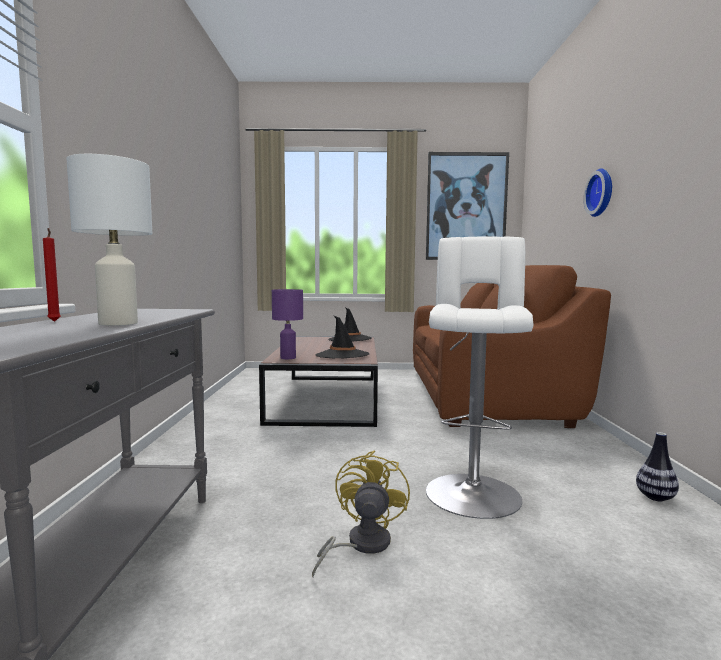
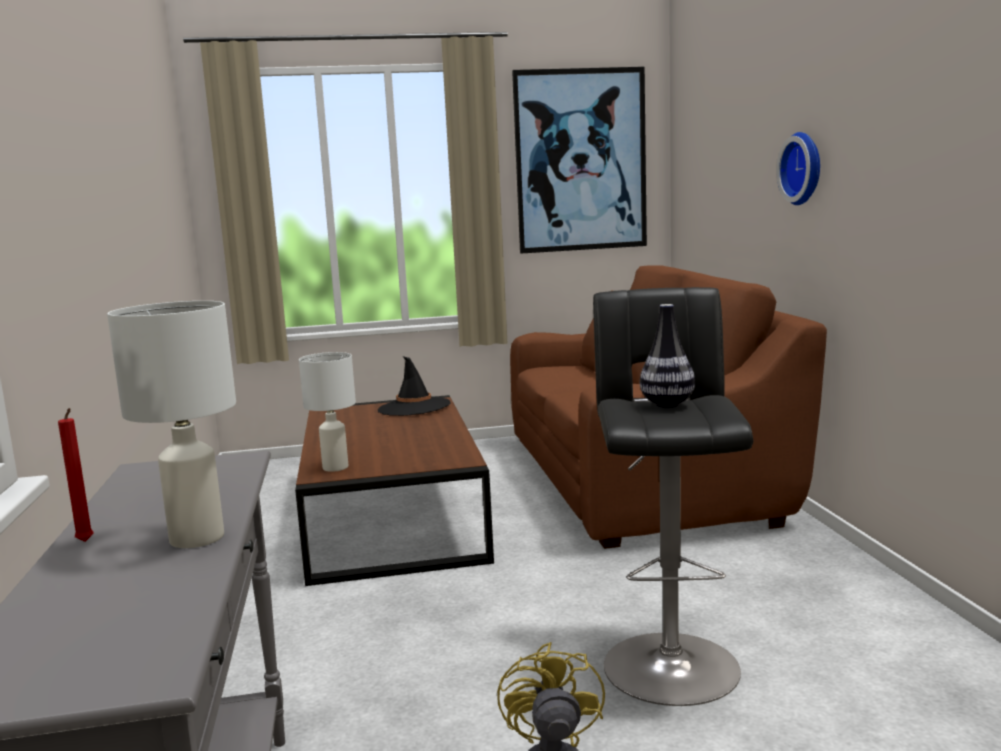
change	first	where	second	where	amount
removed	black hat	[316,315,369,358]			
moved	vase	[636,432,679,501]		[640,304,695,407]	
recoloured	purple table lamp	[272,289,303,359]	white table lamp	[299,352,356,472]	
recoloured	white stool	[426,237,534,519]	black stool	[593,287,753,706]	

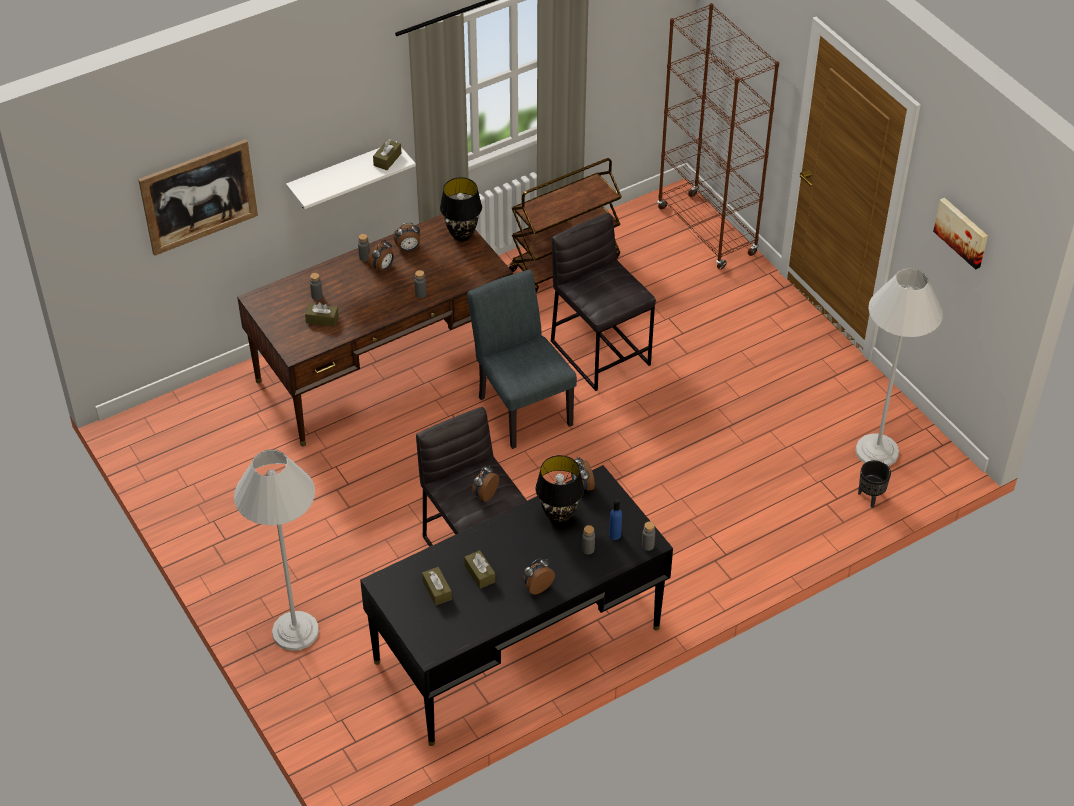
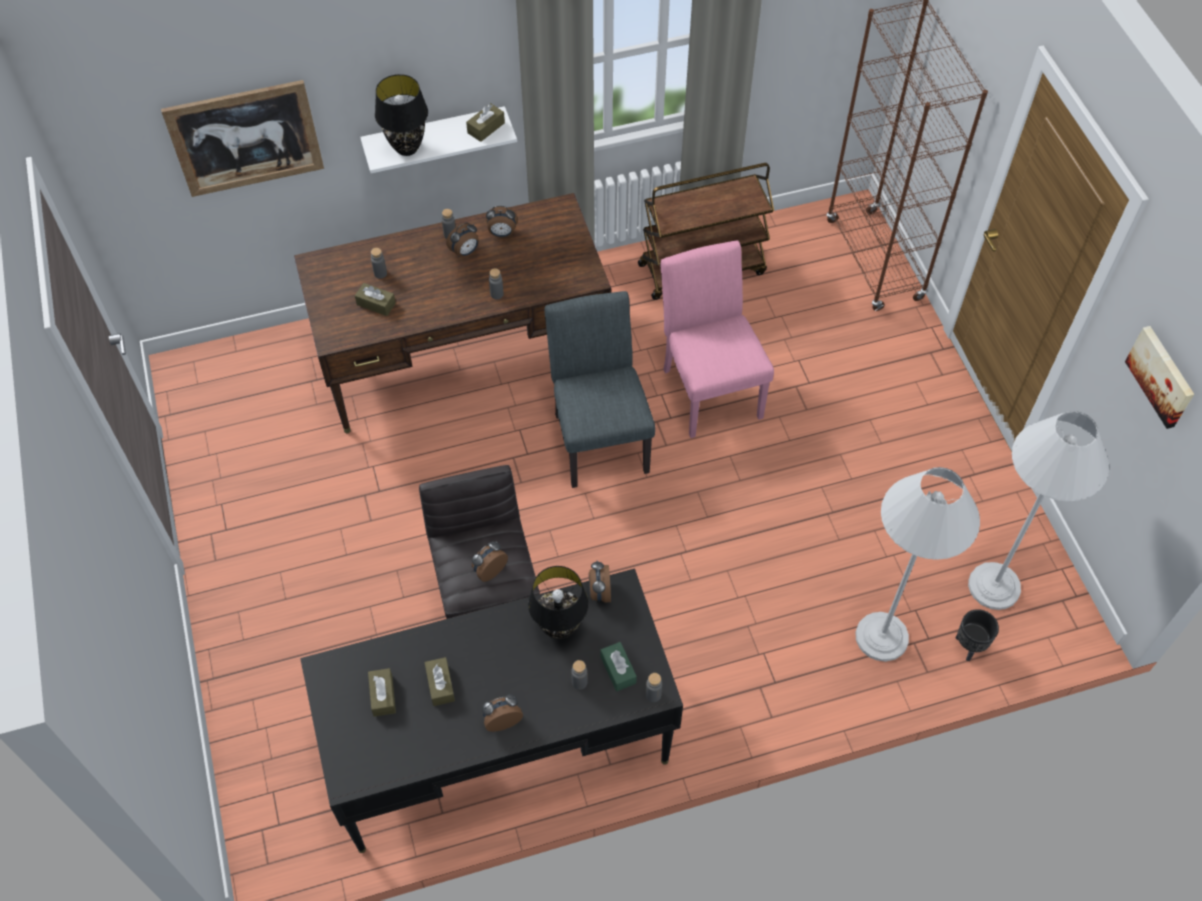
change	first	where	second	where	amount
moved	white floor lamp	[234,449,319,651]		[855,467,980,662]	
moved	black table lamp	[440,177,482,241]		[375,74,428,156]	
replaced	grey stool	[551,213,656,391]	pink chair	[661,240,774,438]	
replaced	blue bottle	[609,499,622,540]	green tissue box	[600,642,637,691]	

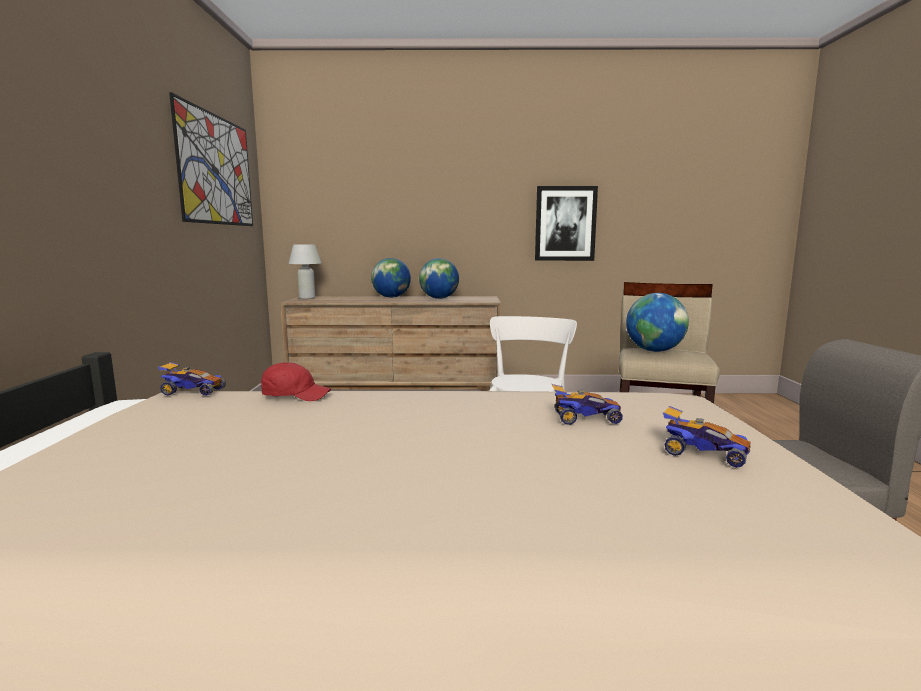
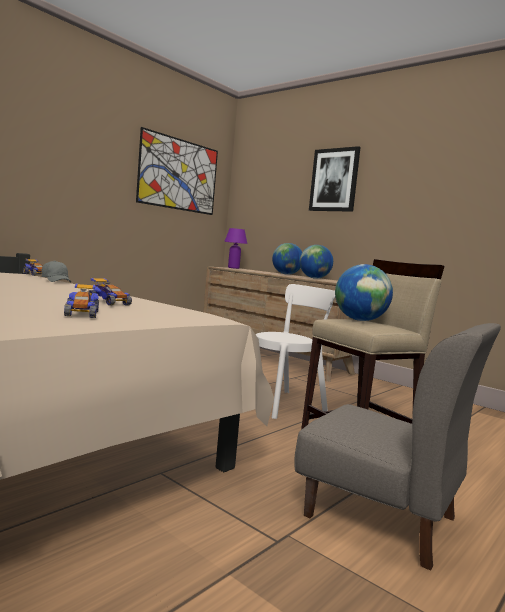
change	first	where	second	where	amount
moved	picture	[535,186,598,261]		[309,146,361,212]	
recoloured	red cap	[261,362,331,401]	grey cap	[42,261,71,283]	
recoloured	white table lamp	[288,244,321,299]	purple table lamp	[224,228,247,269]	

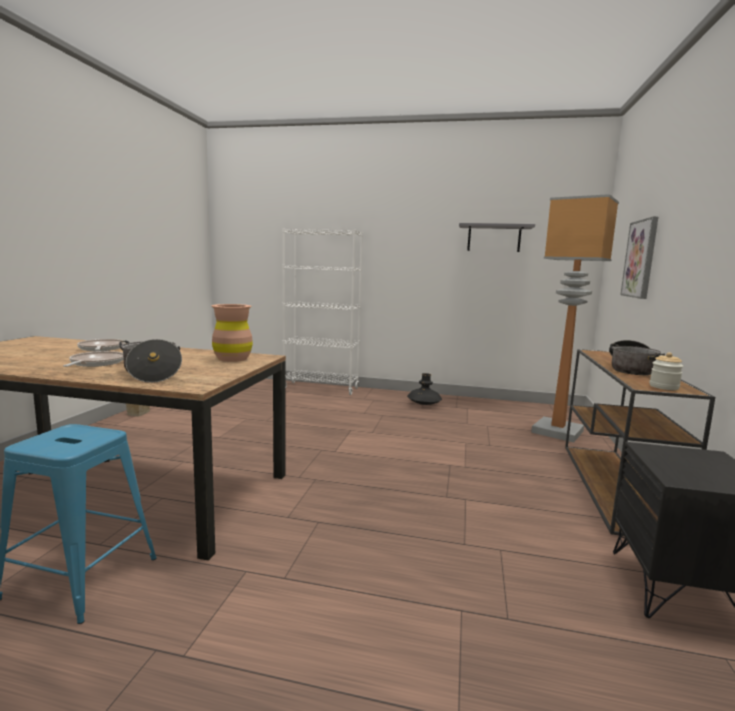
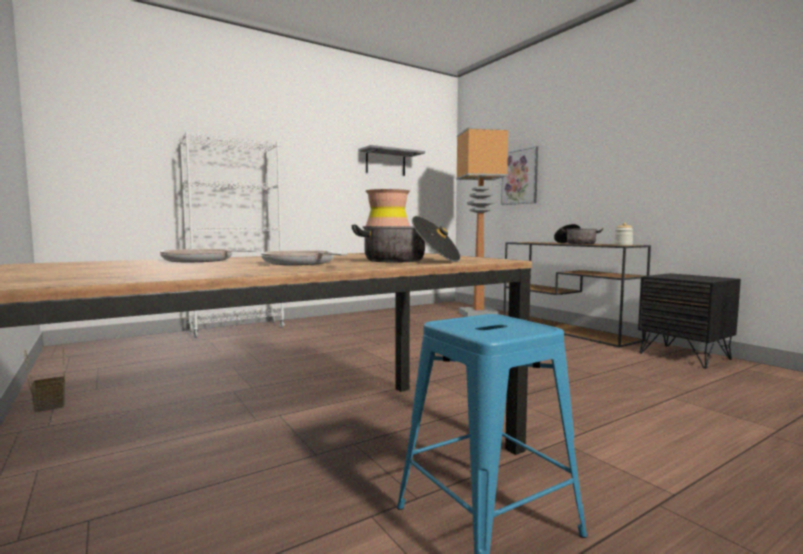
change	first	where	second	where	amount
removed	black vase	[407,373,442,405]			

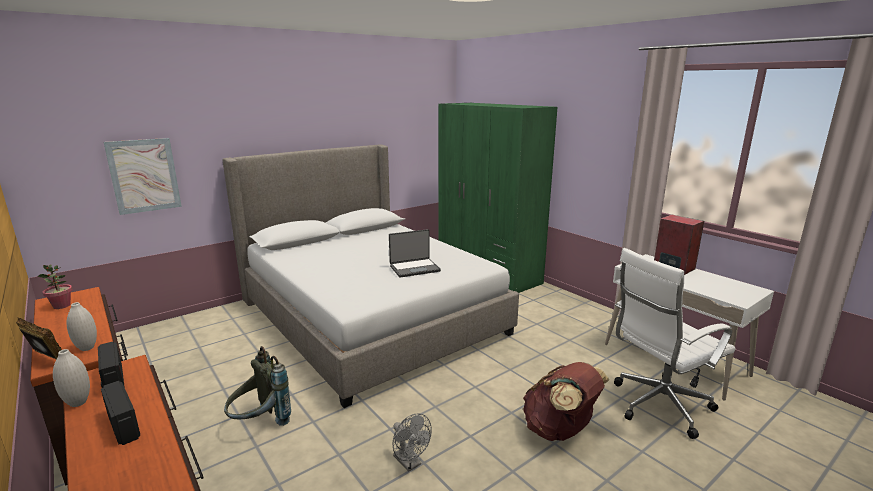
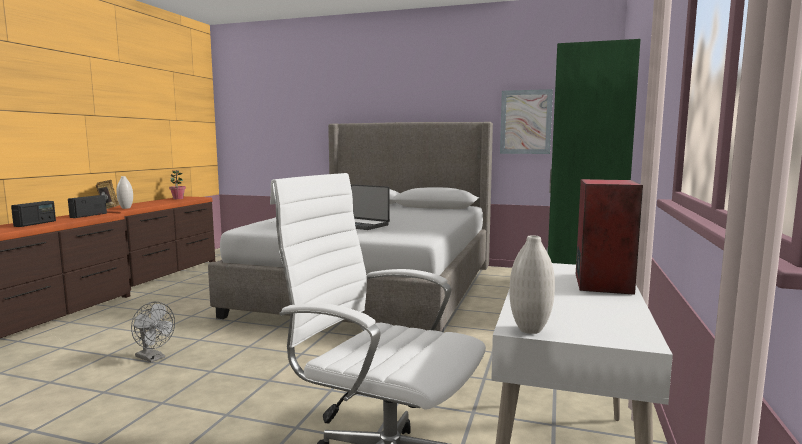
change	first	where	second	where	amount
removed	grey backpack	[224,346,291,426]			
removed	brown backpack	[523,362,609,441]			
moved	white vase	[53,349,90,407]		[509,235,555,334]	
moved	picture	[103,138,182,215]		[500,89,553,154]	
turned	grey fan	[392,413,432,472]		[131,302,175,363]	75 degrees counterclockwise

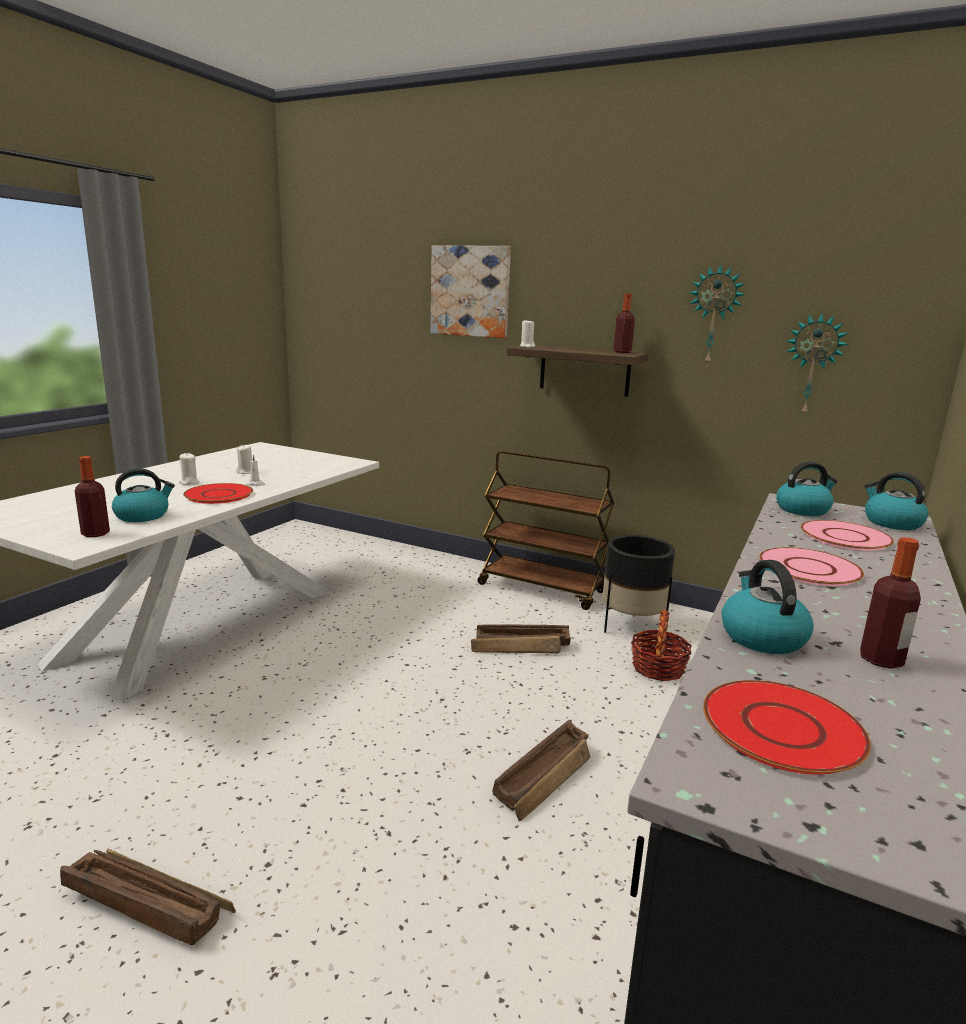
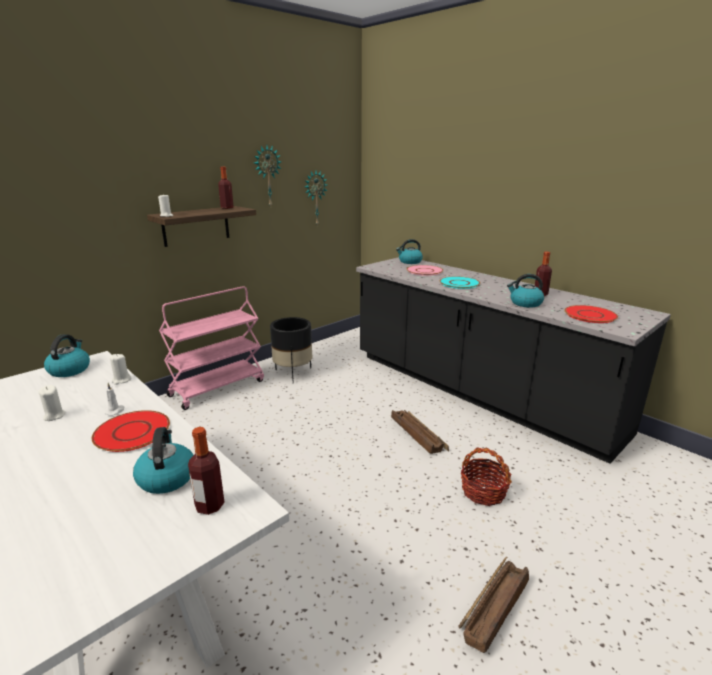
change	first	where	second	where	amount
removed	picture	[431,245,511,338]			
removed	crate	[471,624,571,654]			
moved	white candle	[179,453,199,485]		[110,354,132,385]	
moved	basket	[631,610,692,681]		[461,447,512,506]	
moved	kettle	[776,461,838,516]		[44,334,90,377]	
recoloured	brown cart	[478,451,614,610]	pink cart	[159,286,264,410]	
recoloured	pink plate	[759,547,864,586]	turquoise plate	[440,276,480,289]	

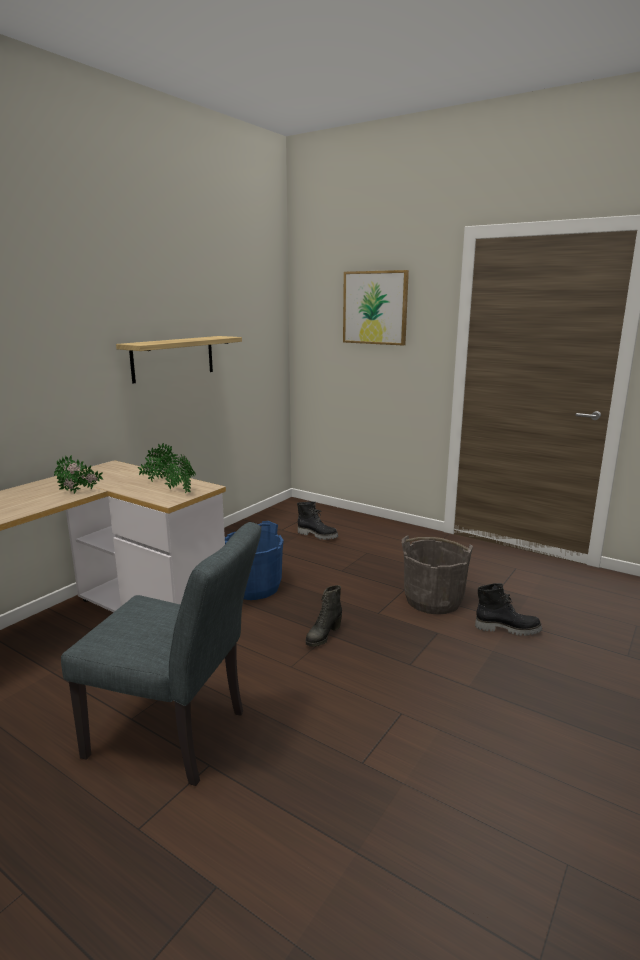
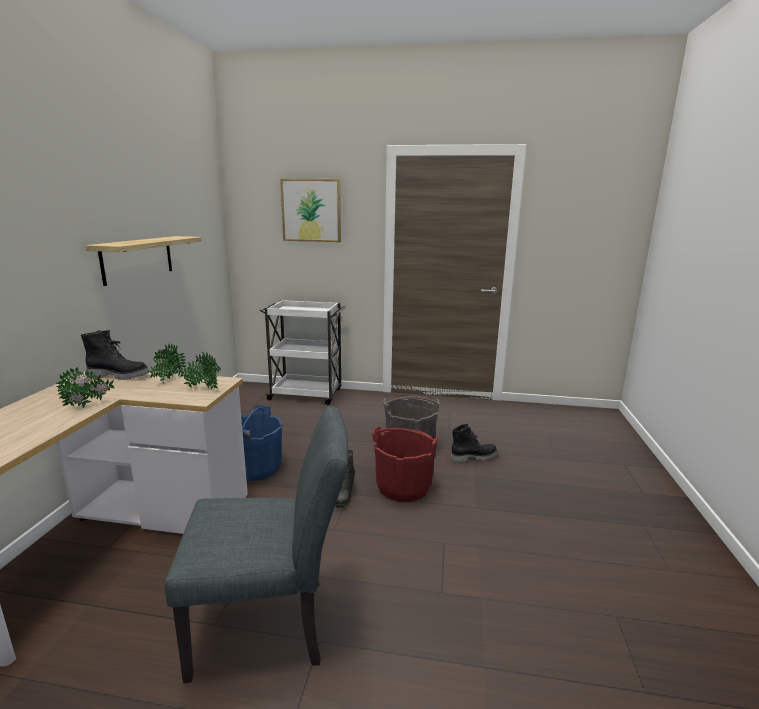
change	first	where	second	where	amount
added			white cart	[260,300,346,405]	
added			red bucket	[372,426,438,502]	
moved	black boot	[297,501,338,540]		[81,330,149,380]	

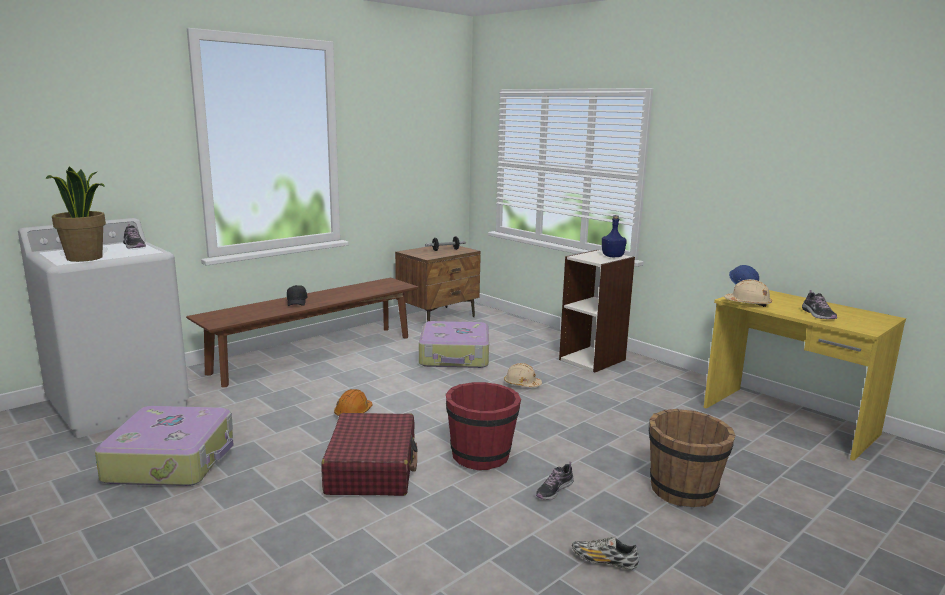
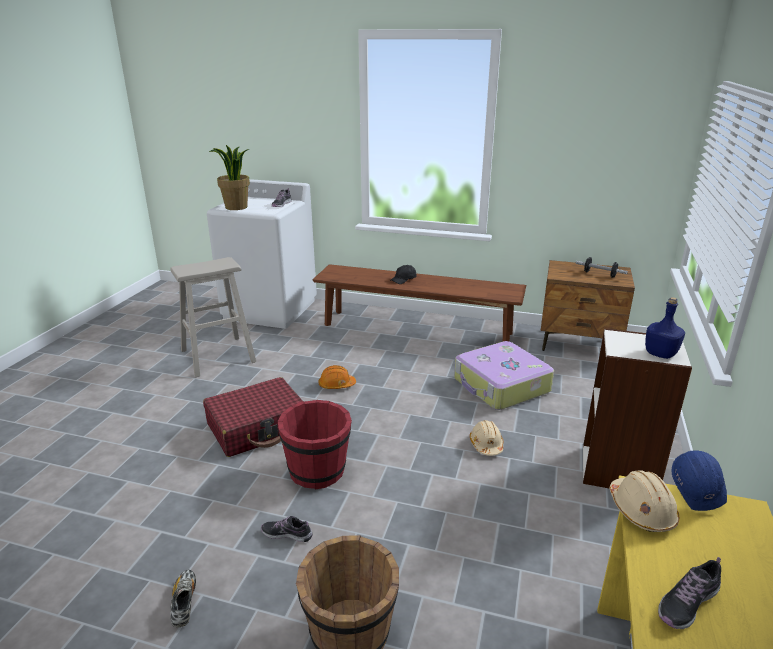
change	first	where	second	where	amount
replaced	suitcase	[95,406,234,486]	beige stool	[170,257,256,377]	

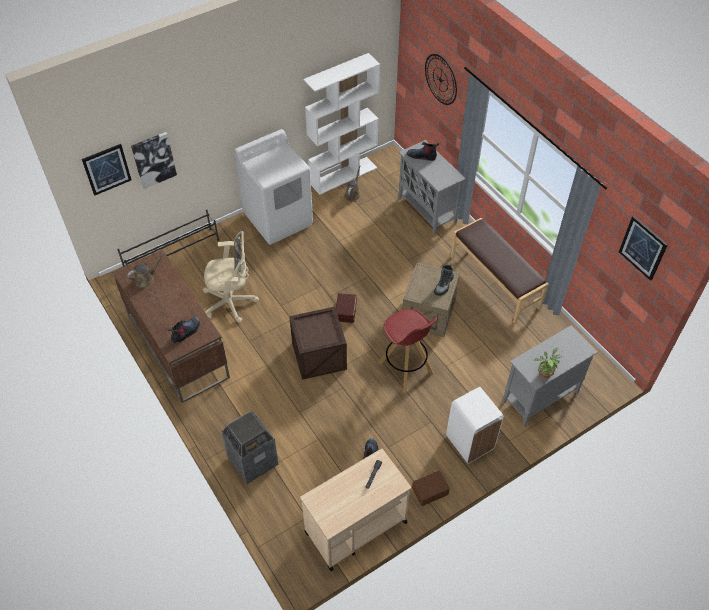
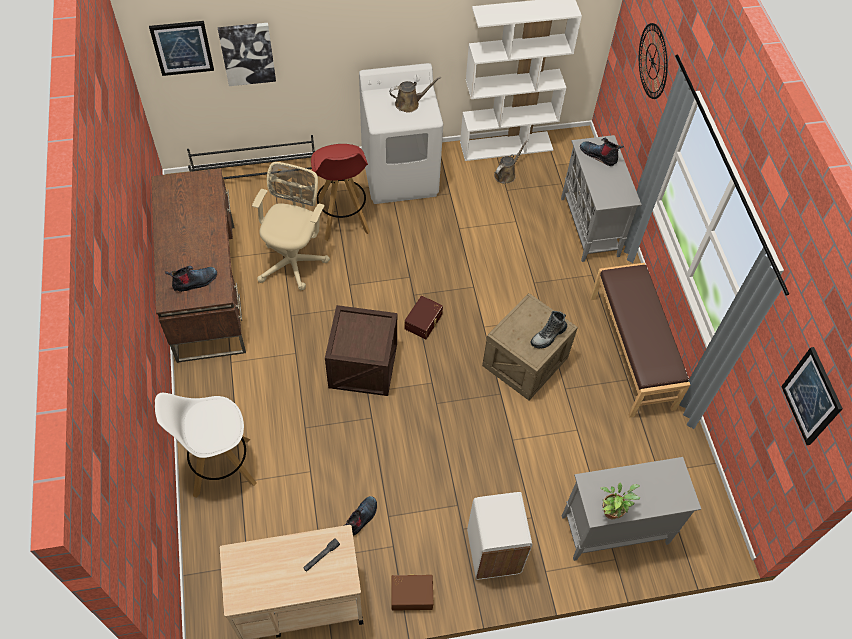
change	first	where	second	where	amount
moved	brown watering can	[127,252,165,288]		[389,77,441,113]	
moved	red stool	[378,309,438,393]		[311,144,370,241]	
replaced	trash can	[221,411,279,484]	white stool	[155,393,257,498]	
turned	beige office chair	[203,231,259,323]		[252,162,330,290]	90 degrees counterclockwise

